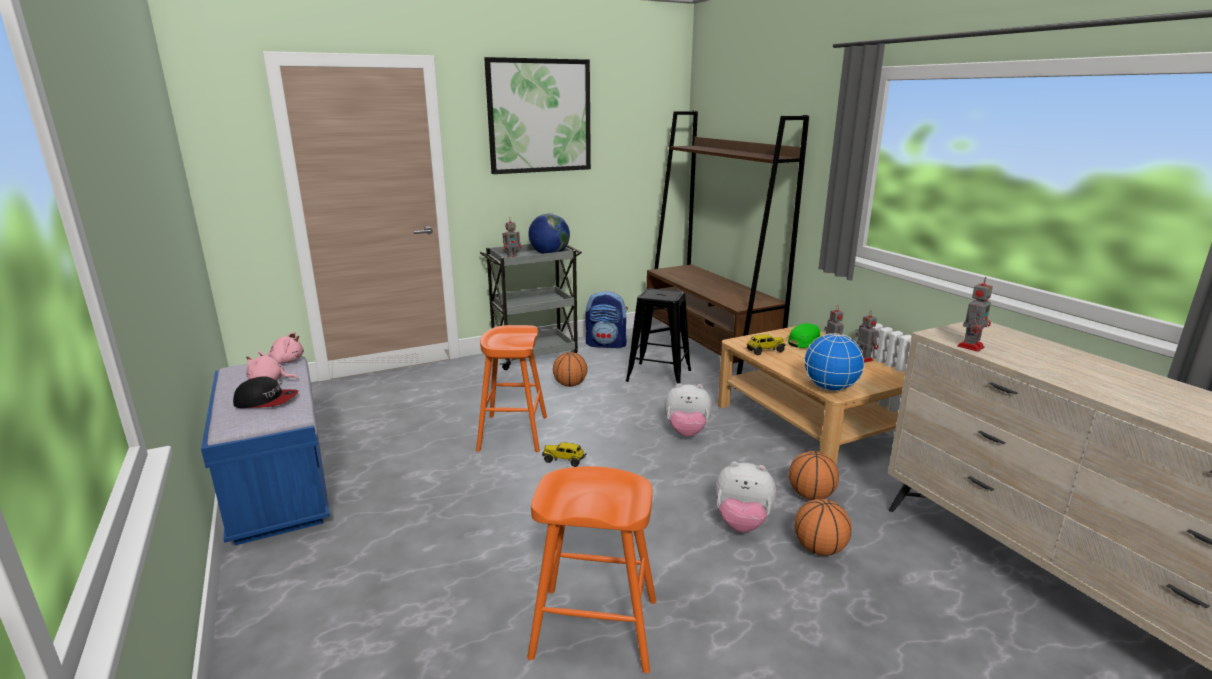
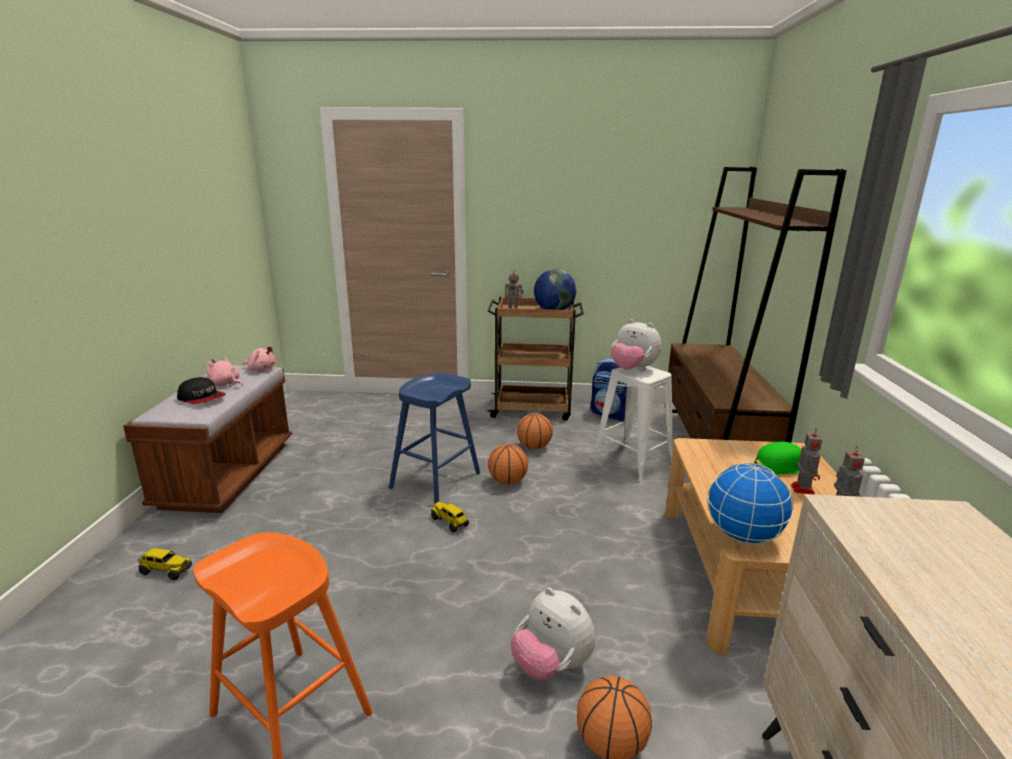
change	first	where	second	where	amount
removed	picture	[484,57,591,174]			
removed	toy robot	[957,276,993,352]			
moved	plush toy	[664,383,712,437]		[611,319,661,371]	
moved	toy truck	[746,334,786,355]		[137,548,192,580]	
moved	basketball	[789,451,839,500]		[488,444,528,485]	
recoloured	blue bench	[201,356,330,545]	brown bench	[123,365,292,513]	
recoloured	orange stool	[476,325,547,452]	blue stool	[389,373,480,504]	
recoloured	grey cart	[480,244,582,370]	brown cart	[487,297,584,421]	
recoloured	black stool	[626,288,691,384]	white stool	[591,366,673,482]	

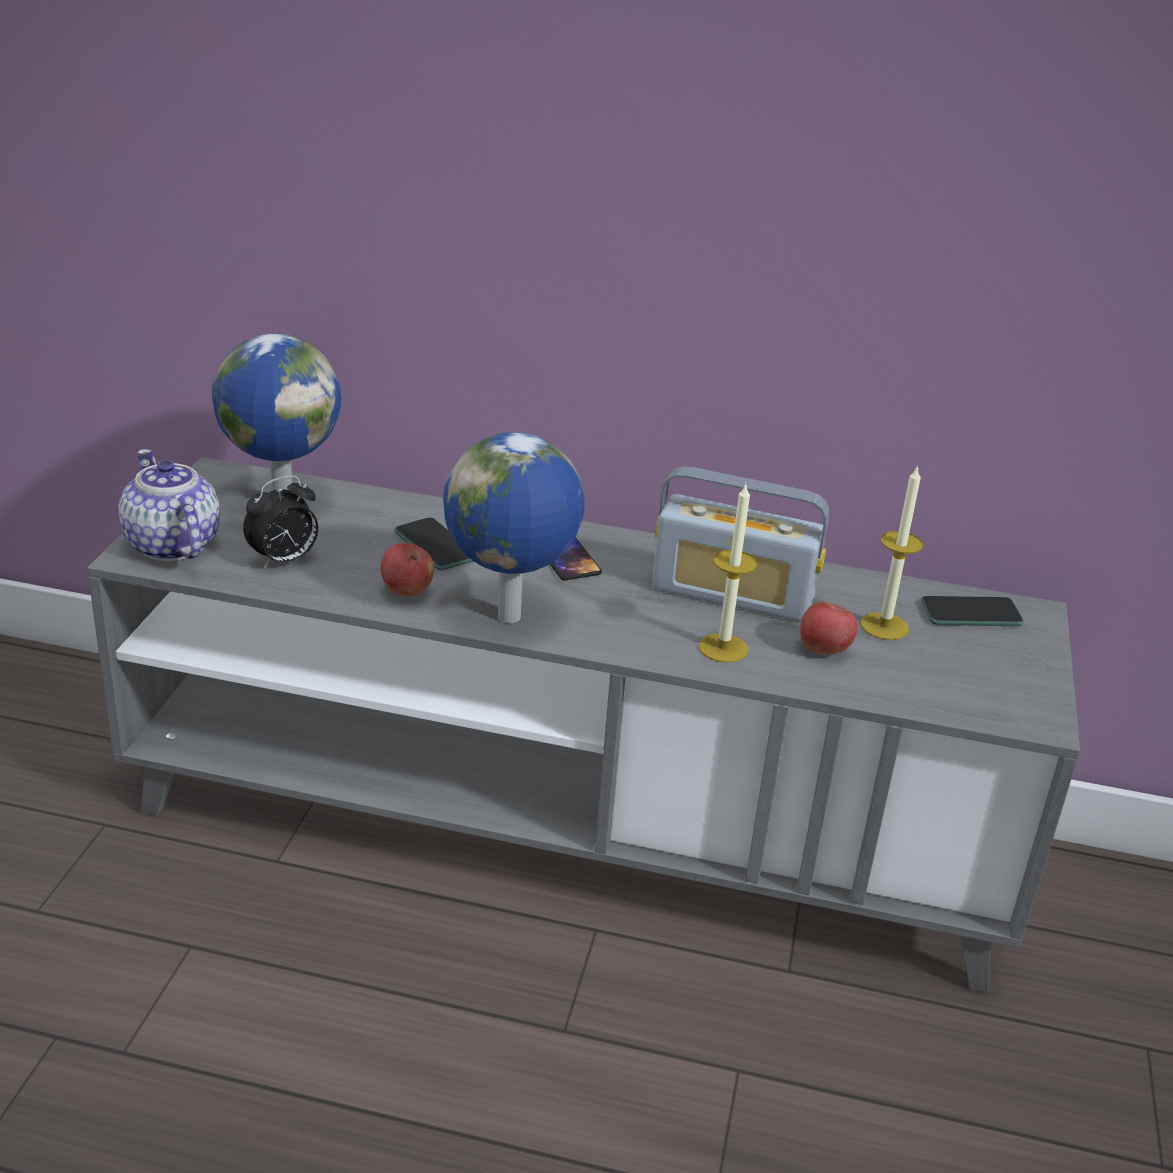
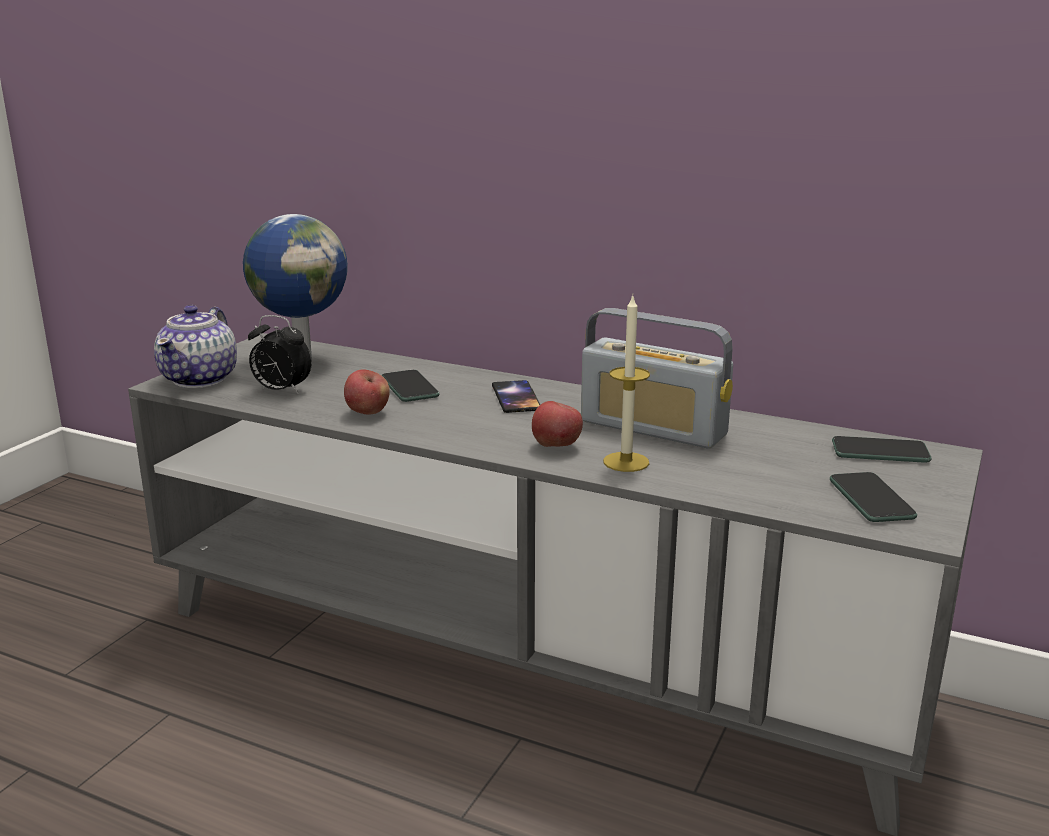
change	first	where	second	where	amount
removed	globe	[443,432,585,623]			
removed	candle	[861,465,923,640]			
added			phone	[830,472,917,522]	
moved	apple	[800,602,858,654]		[532,401,583,447]	
turned	teapot	[118,449,220,561]		[154,305,237,388]	150 degrees counterclockwise
turned	alarm clock	[243,475,318,569]		[248,315,312,394]	45 degrees clockwise

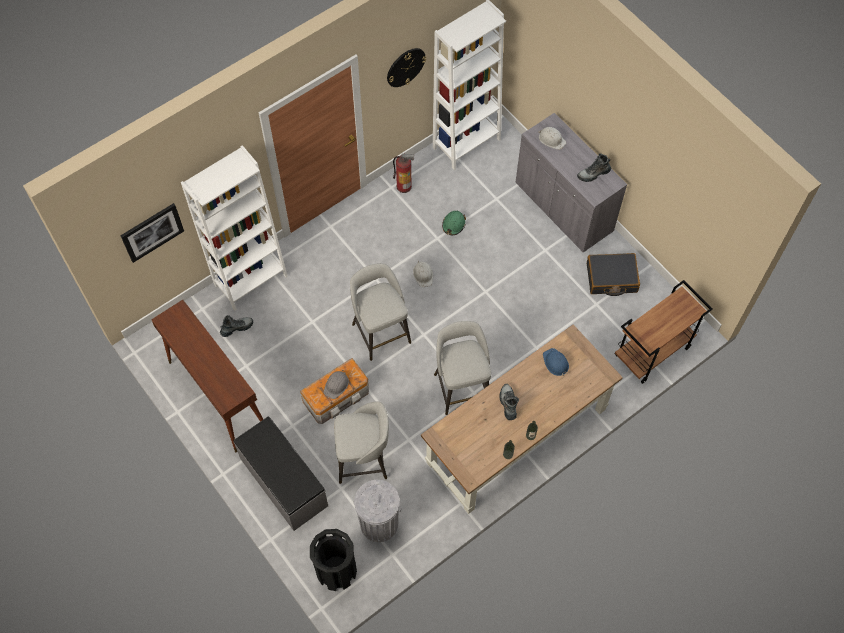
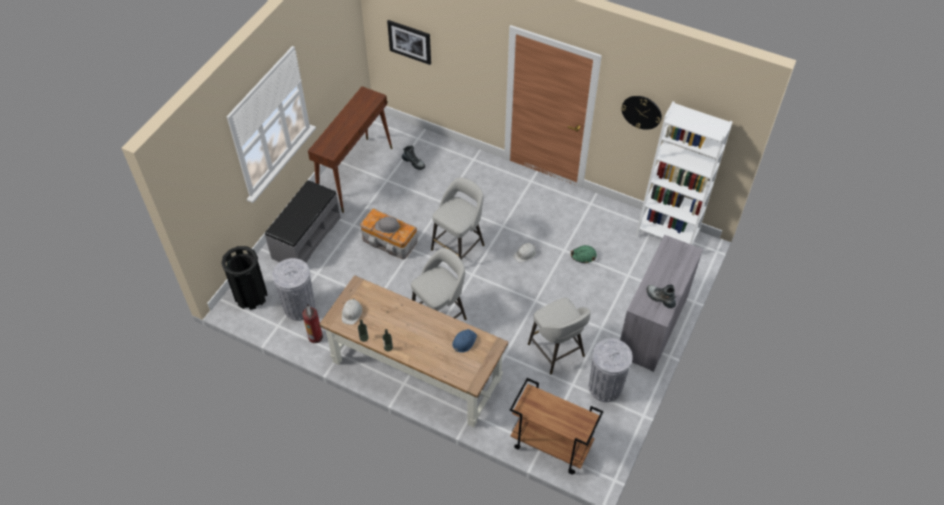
change	first	where	second	where	amount
removed	white bookcase	[181,145,288,311]			
removed	boot	[500,384,519,420]			
moved	grey stool	[334,401,389,484]		[528,297,591,375]	
moved	fire extinguisher	[393,154,414,193]		[302,304,323,343]	
moved	white hard hat	[538,127,566,150]		[342,298,362,325]	
replaced	black suitcase	[587,253,640,296]	grey trash can	[589,338,633,402]	

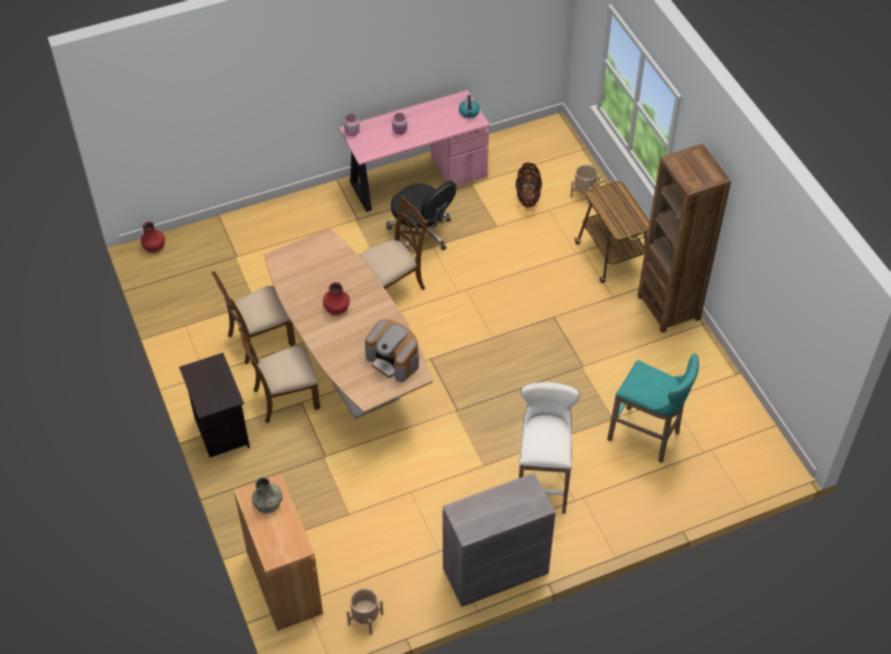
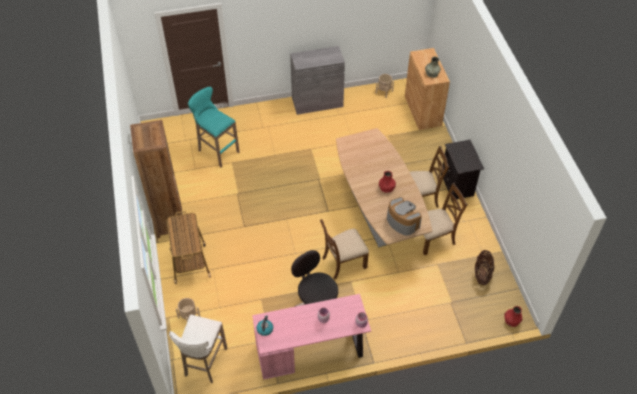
change	first	where	second	where	amount
moved	coffee machine	[365,320,419,382]		[387,197,422,235]	
moved	basket	[516,162,542,208]		[475,250,494,285]	
moved	white stool	[519,382,580,514]		[169,314,227,383]	

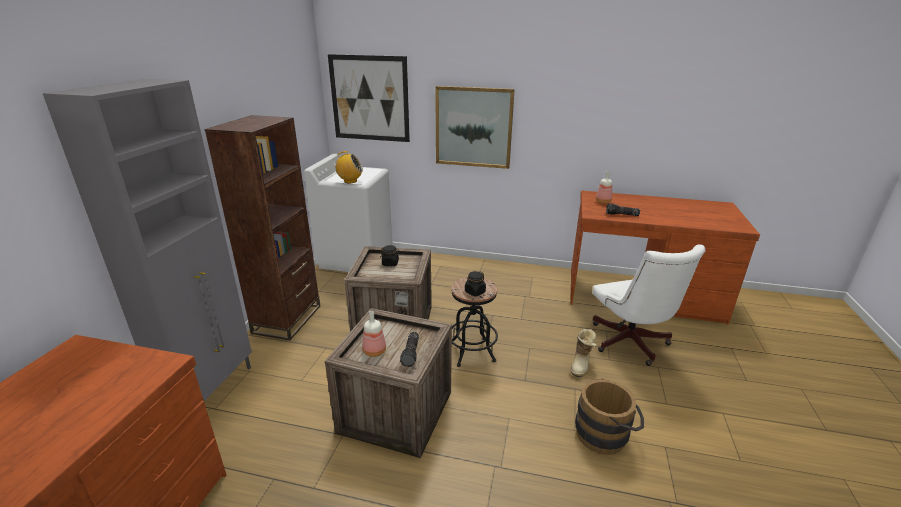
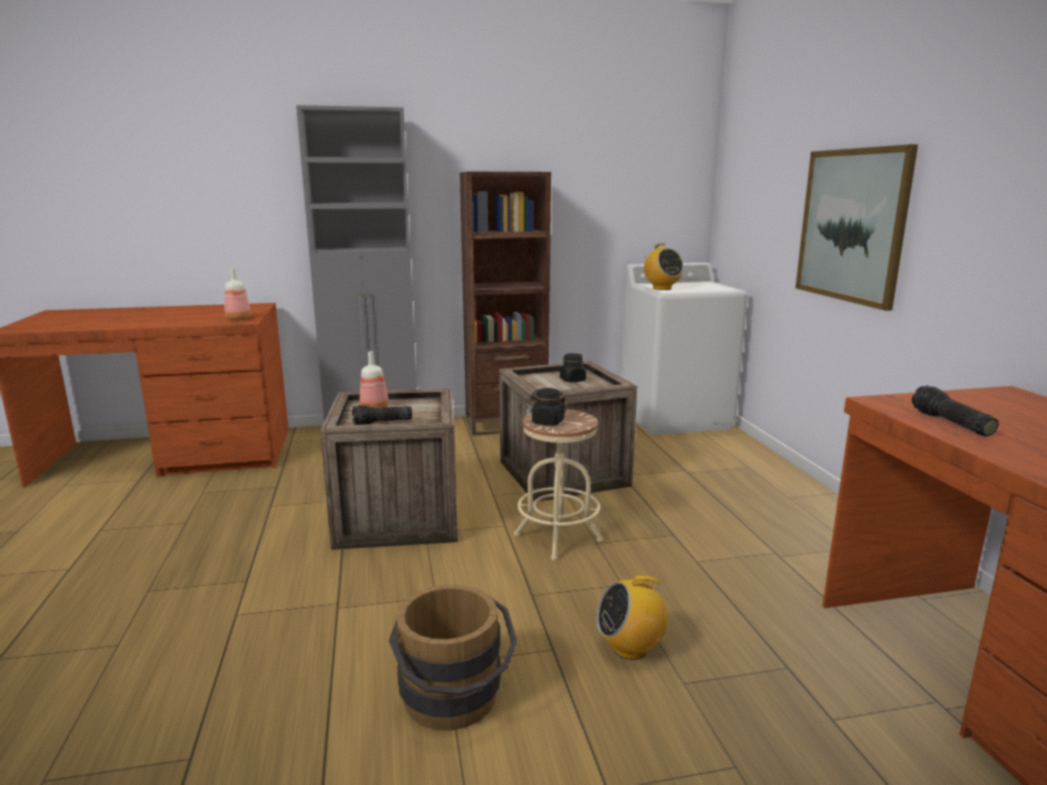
change	first	where	second	where	amount
removed	picture	[328,54,410,142]			
removed	white office chair	[592,244,705,366]			
moved	bottle	[596,171,612,204]		[225,268,251,320]	
replaced	boot	[570,329,598,377]	radio	[596,575,668,660]	
recoloured	black stool	[451,277,498,367]	beige stool	[514,409,603,560]	

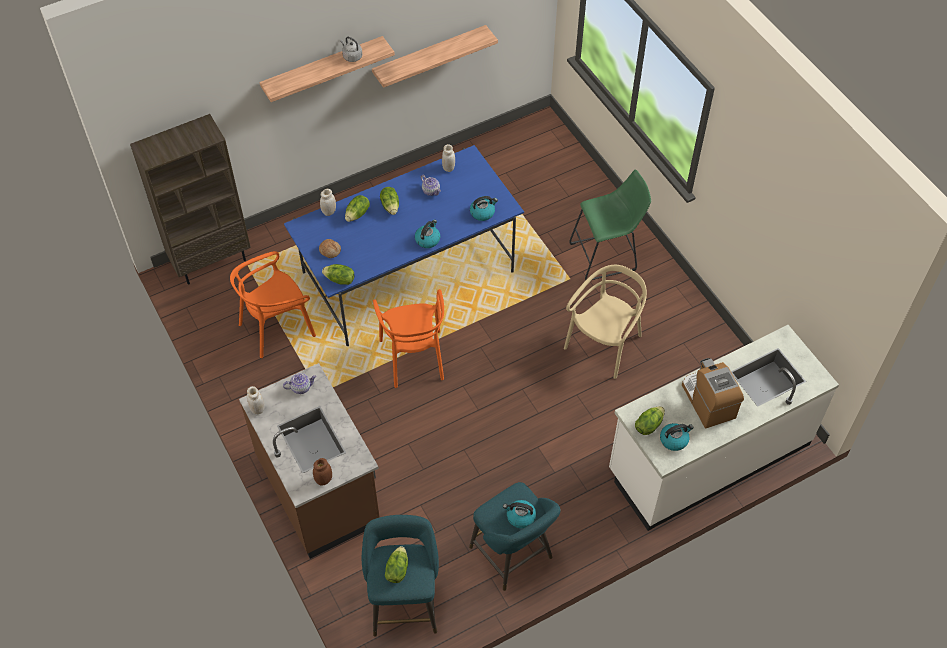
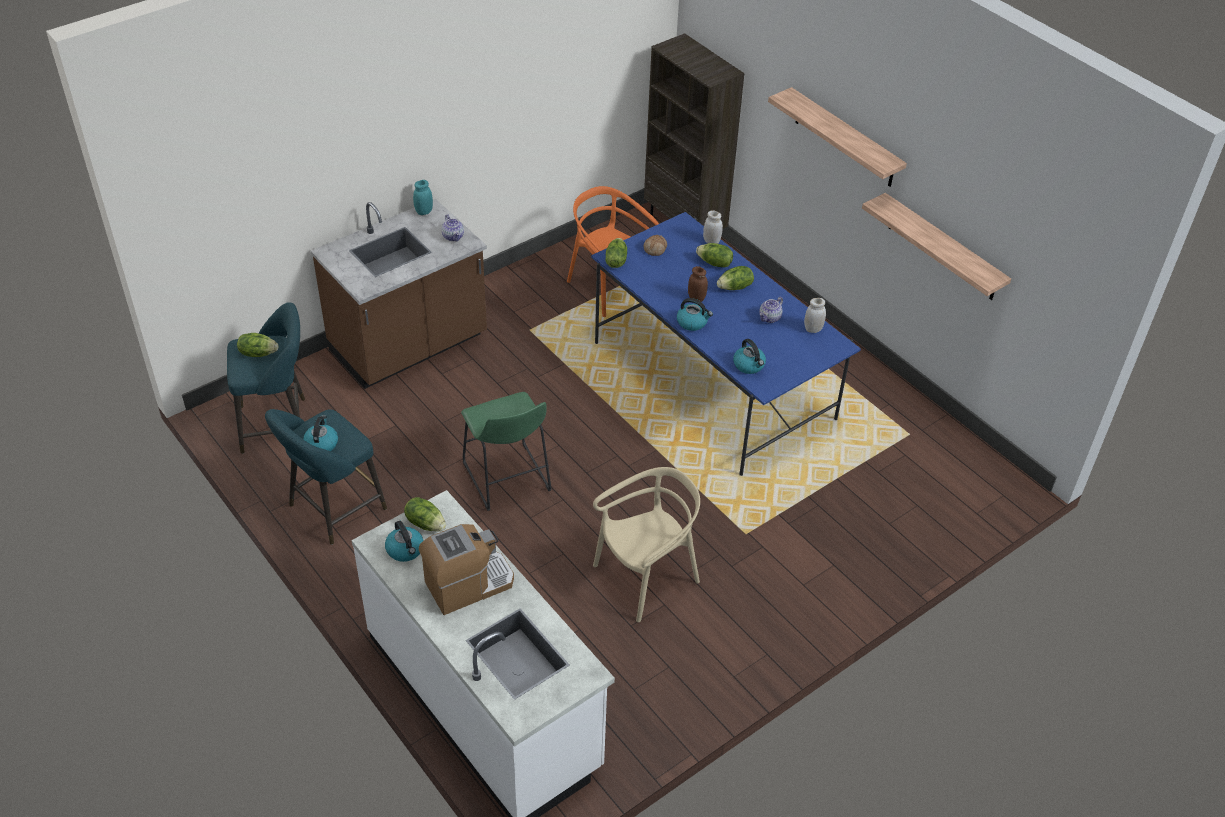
change	first	where	second	where	amount
removed	grey kettle	[340,37,362,62]			
removed	orange chair	[373,289,444,388]			
moved	brown jar	[313,458,332,486]		[688,266,708,302]	
moved	green stool	[569,170,651,281]		[461,392,551,511]	
recoloured	white jar	[247,386,264,414]	turquoise jar	[413,180,433,215]	
turned	beige chair	[564,265,647,379]		[593,467,700,622]	60 degrees counterclockwise

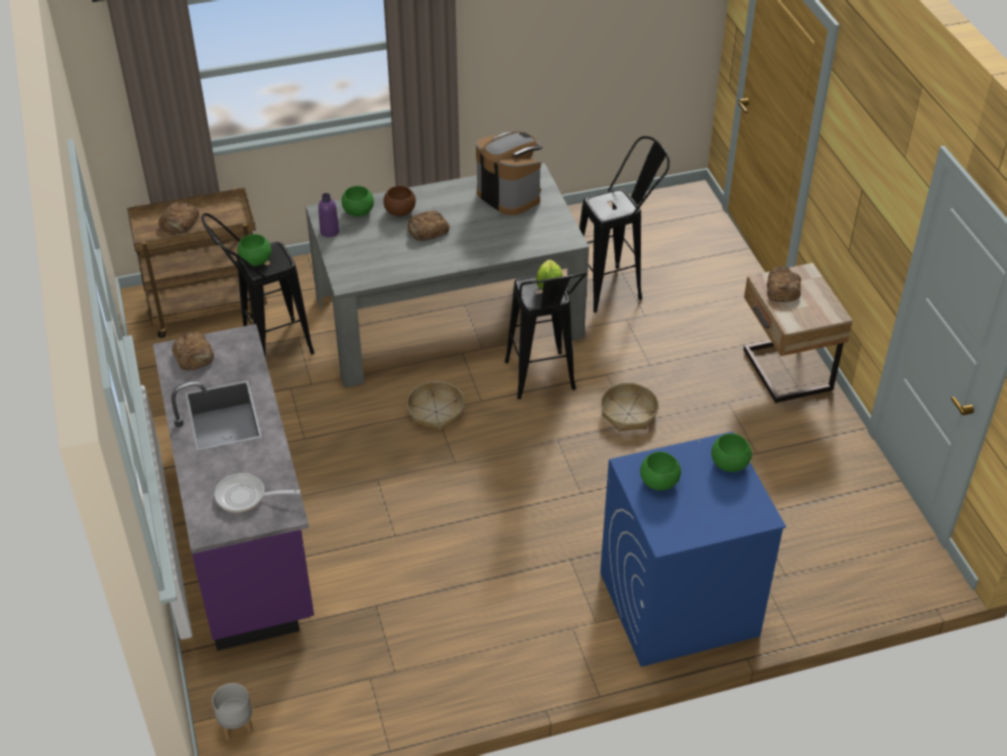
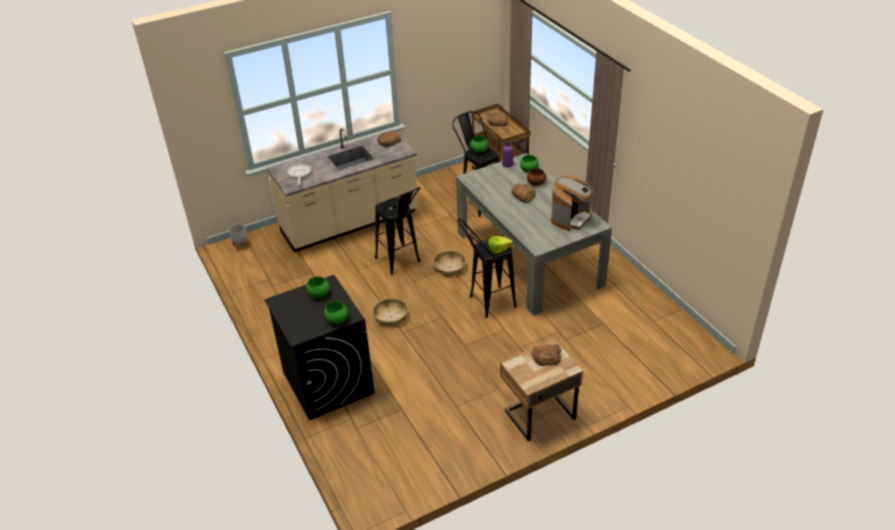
change	first	where	second	where	amount
moved	black stool	[579,136,670,313]		[375,187,421,275]	
moved	basket	[601,383,659,432]		[373,298,408,327]	
recoloured	purple counter	[153,324,314,651]	beige counter	[267,128,418,252]	
recoloured	blue washing machine	[600,431,786,667]	black washing machine	[264,275,375,420]	

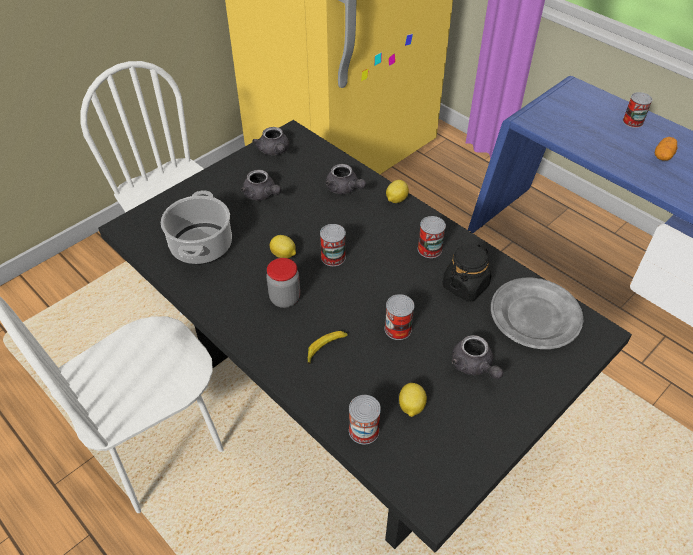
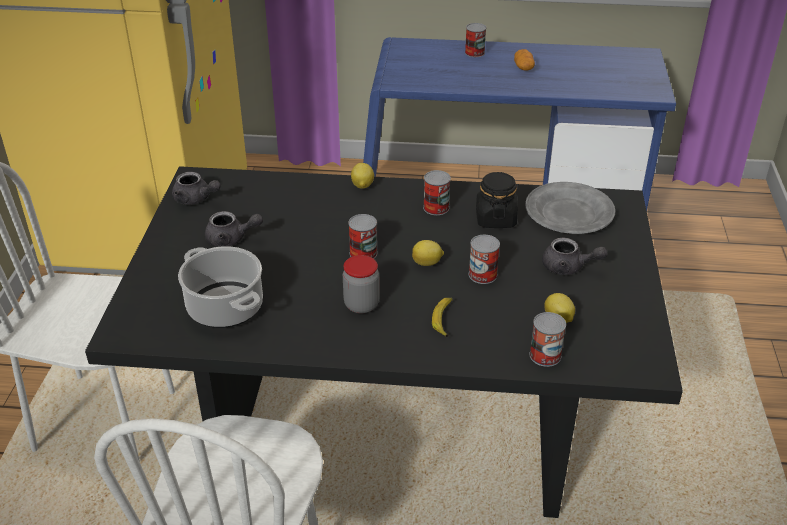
change	first	where	second	where	amount
removed	grey teapot	[326,164,366,194]			
moved	lemon	[270,235,296,258]		[412,240,444,266]	

